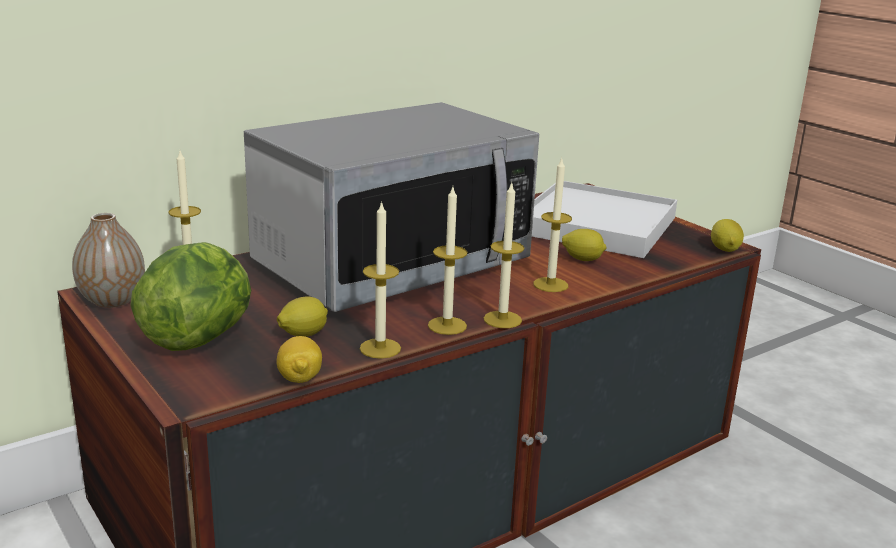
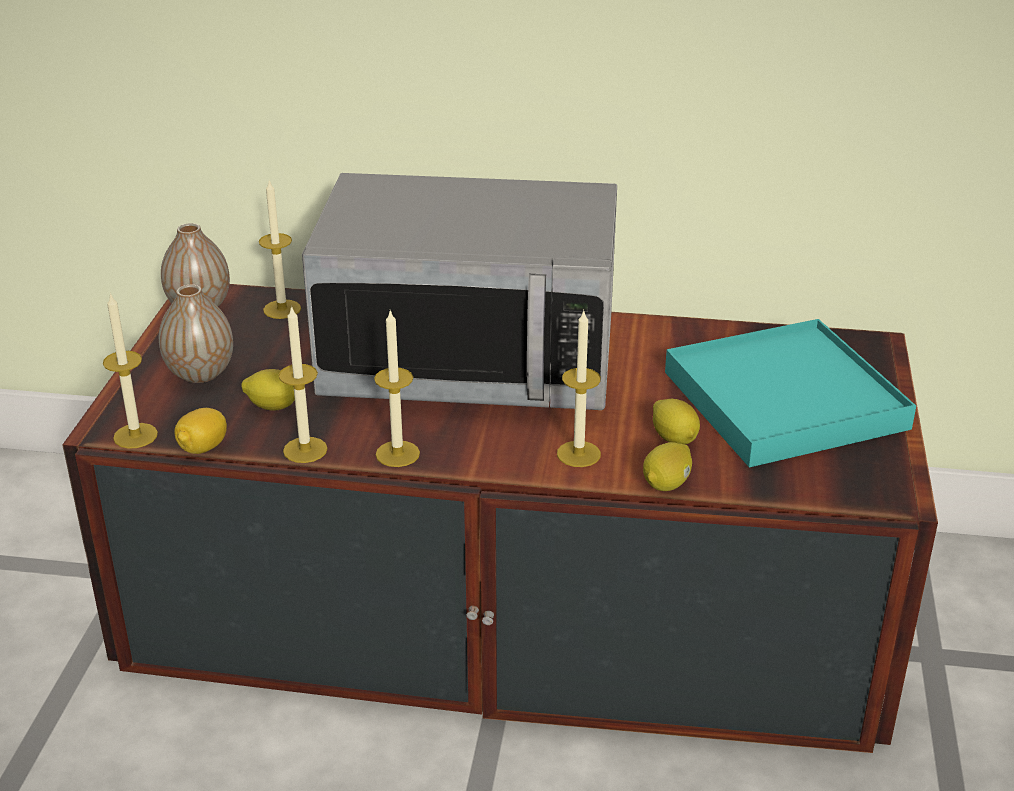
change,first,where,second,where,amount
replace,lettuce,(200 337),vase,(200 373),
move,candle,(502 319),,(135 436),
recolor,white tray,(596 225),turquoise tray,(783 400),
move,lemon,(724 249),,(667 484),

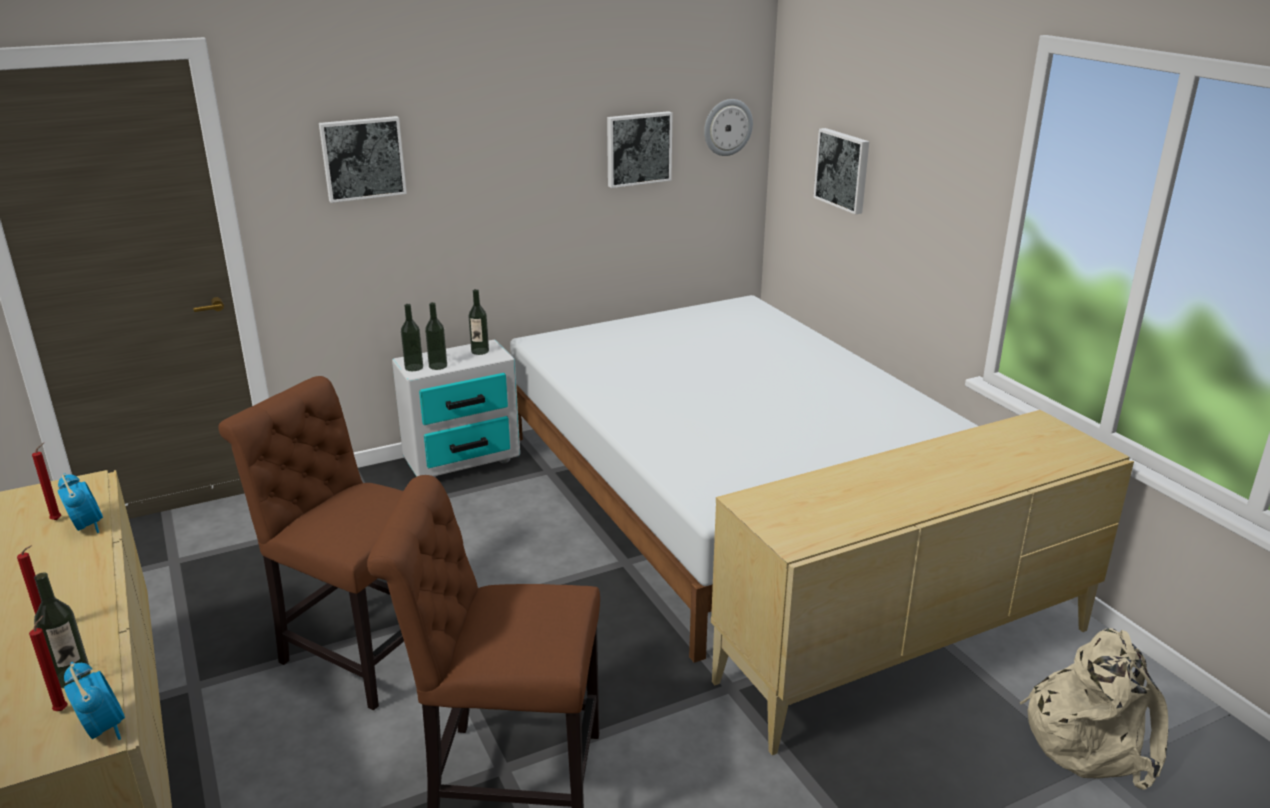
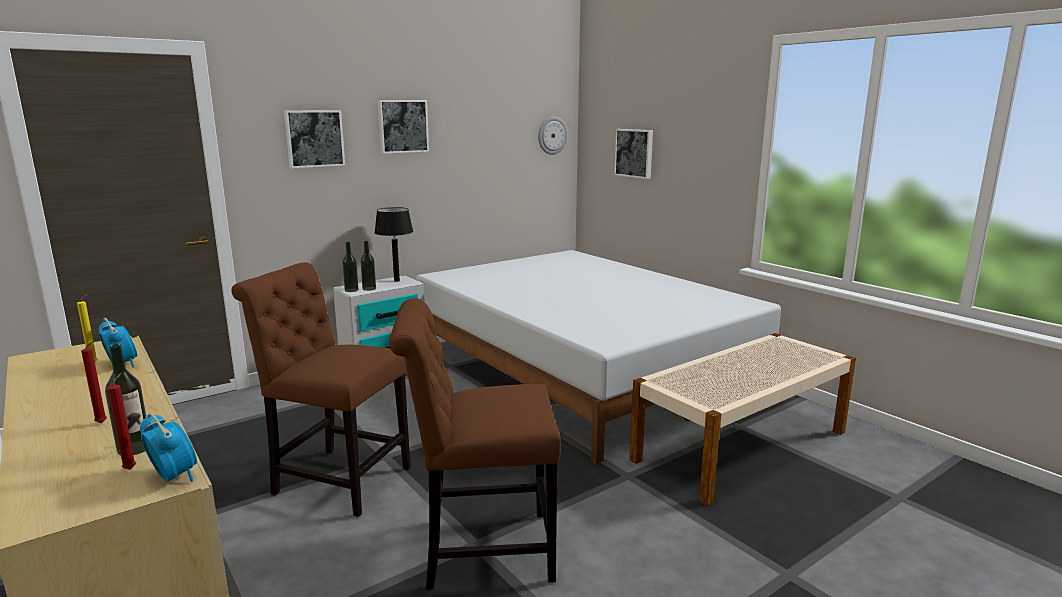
change,first,where,second,where,amount
recolor,red candle,(58 519),yellow candle,(95 363),
replace,bottle,(480 351),black table lamp,(397 280),
move,picture,(638 148),,(402 126),
replace,beige dresser,(905 654),beige bench,(740 445),
delete,beige backpack,(1091 737),,,

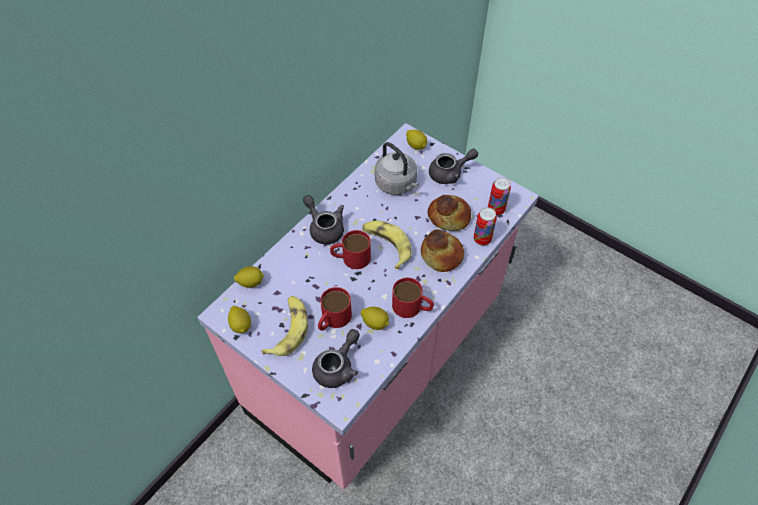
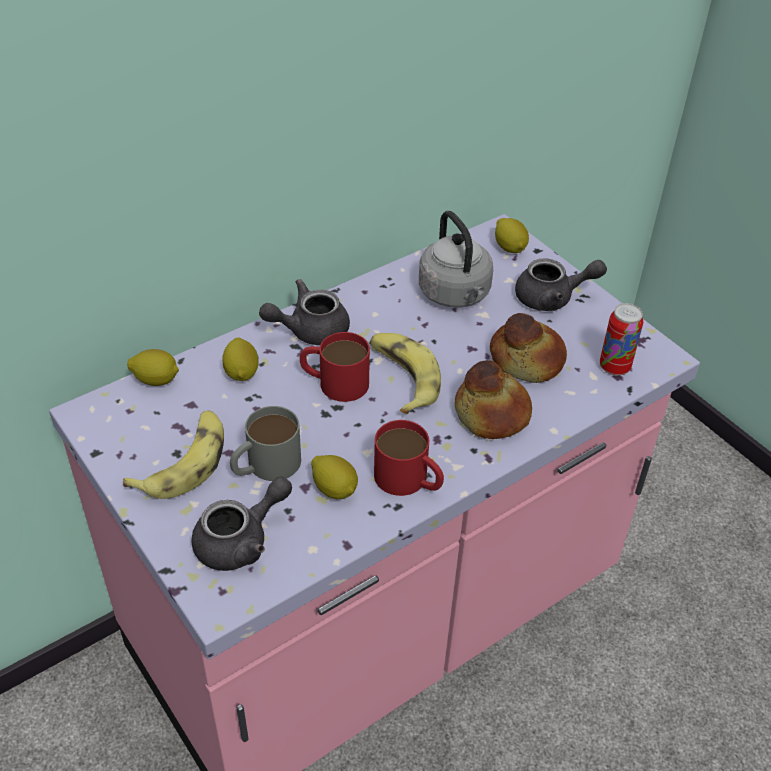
change,first,where,second,where,amount
move,lemon,(241 325),,(242 372),
rotate,grey teapot,(324 228),,(309 330),90 degrees counterclockwise
recolor,red mug,(333 319),grey mug,(265 466),
delete,can,(482 239),,,

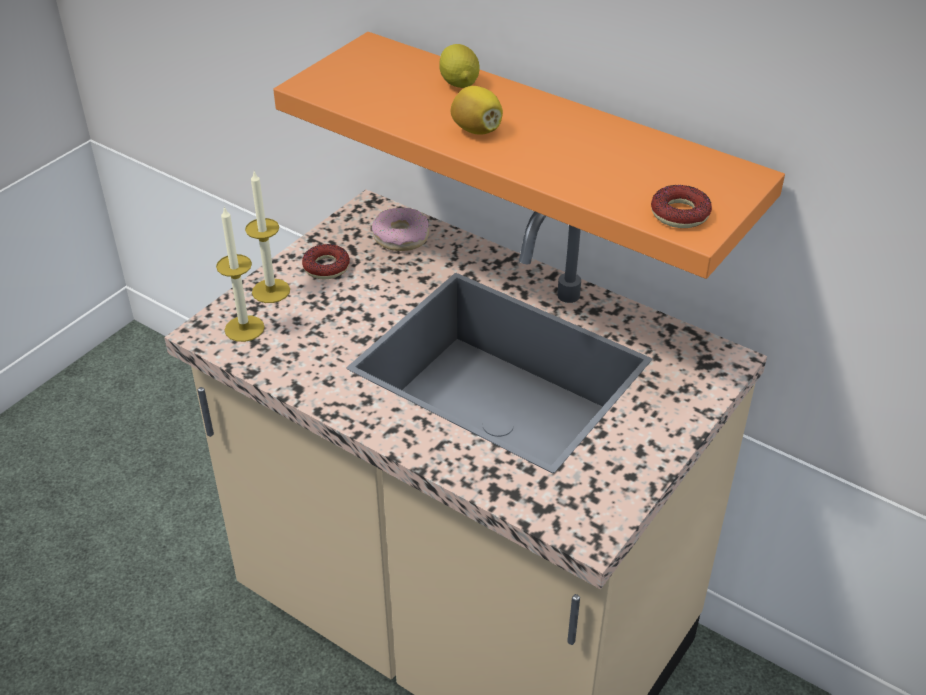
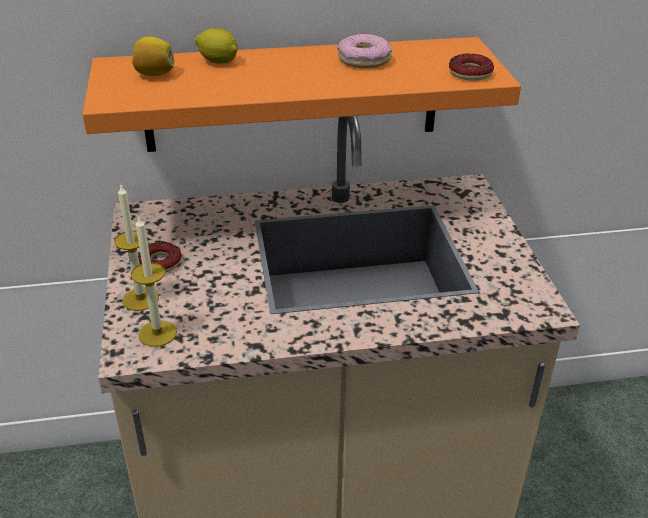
change,first,where,second,where,amount
move,donut,(401 237),,(364 60),
move,lemon,(476 130),,(154 74),

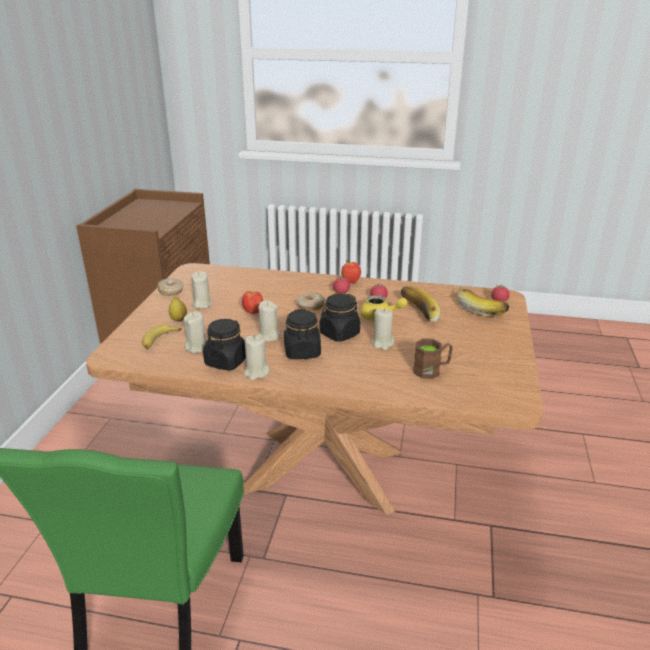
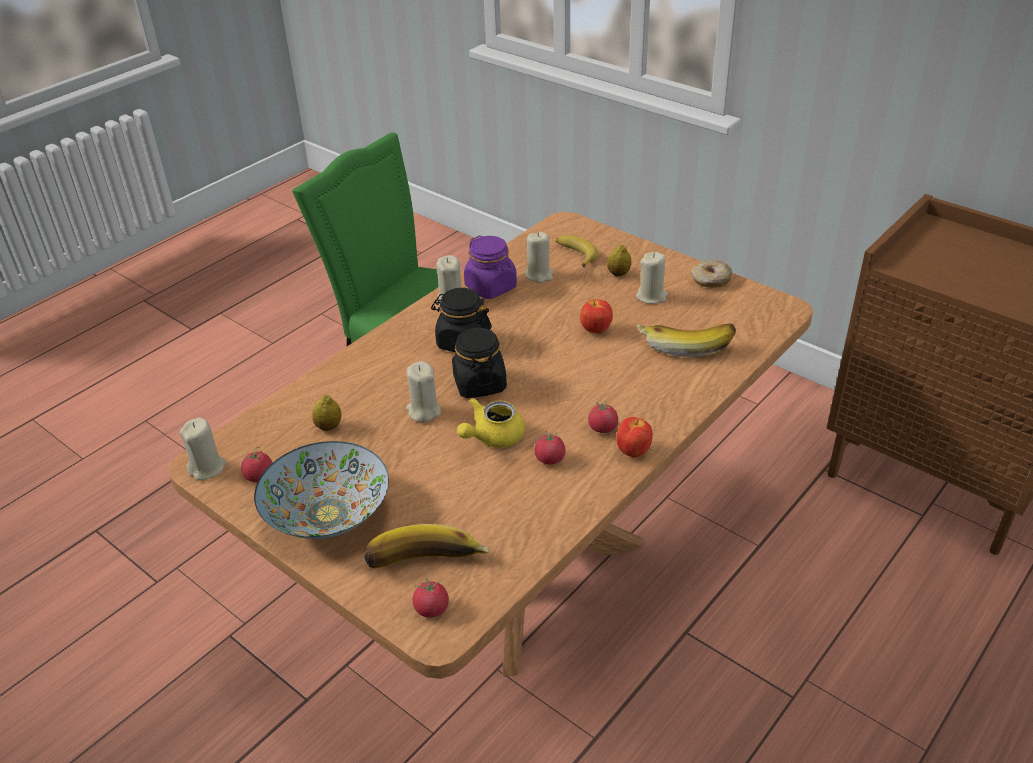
change,first,where,second,where,amount
recolor,black jar,(226 361),purple jar,(491 287),
move,beige candle,(268 336),,(207 468),
delete,donut,(310 306),,,
move,banana,(417 314),,(686 343),
replace,brown mug,(432 370),lemon,(329 427),
insert,,,tomato,(259 476),
insert,,,bowl,(328 515),

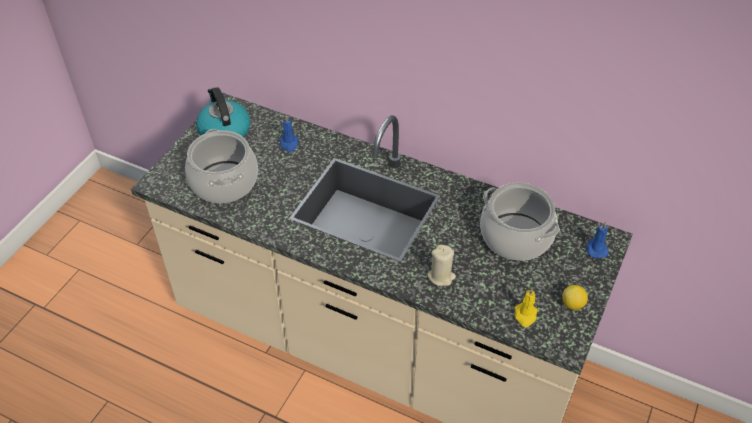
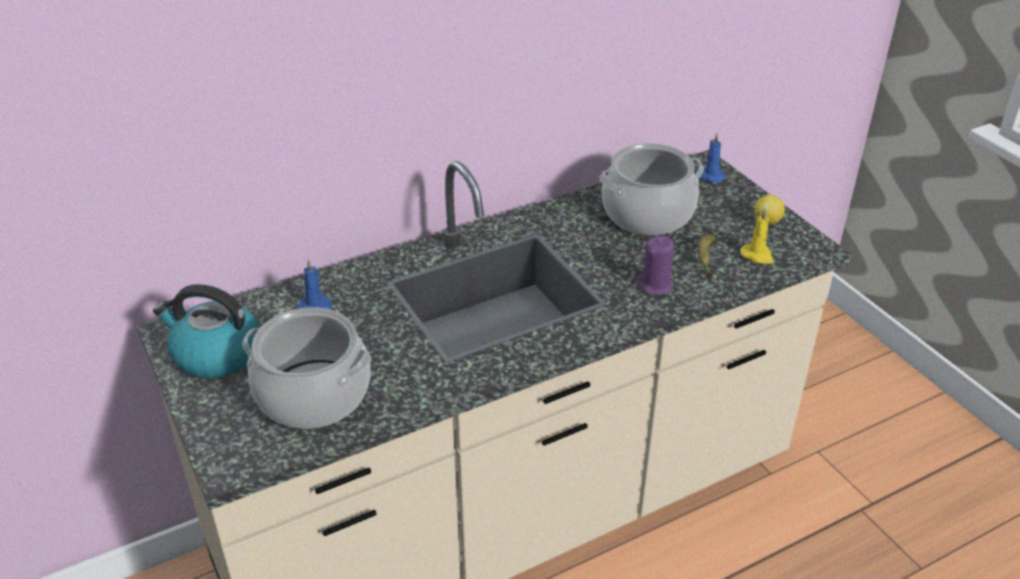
change,first,where,second,where,amount
recolor,beige candle,(441 276),purple candle,(655 285),
insert,,,banana,(706 259),

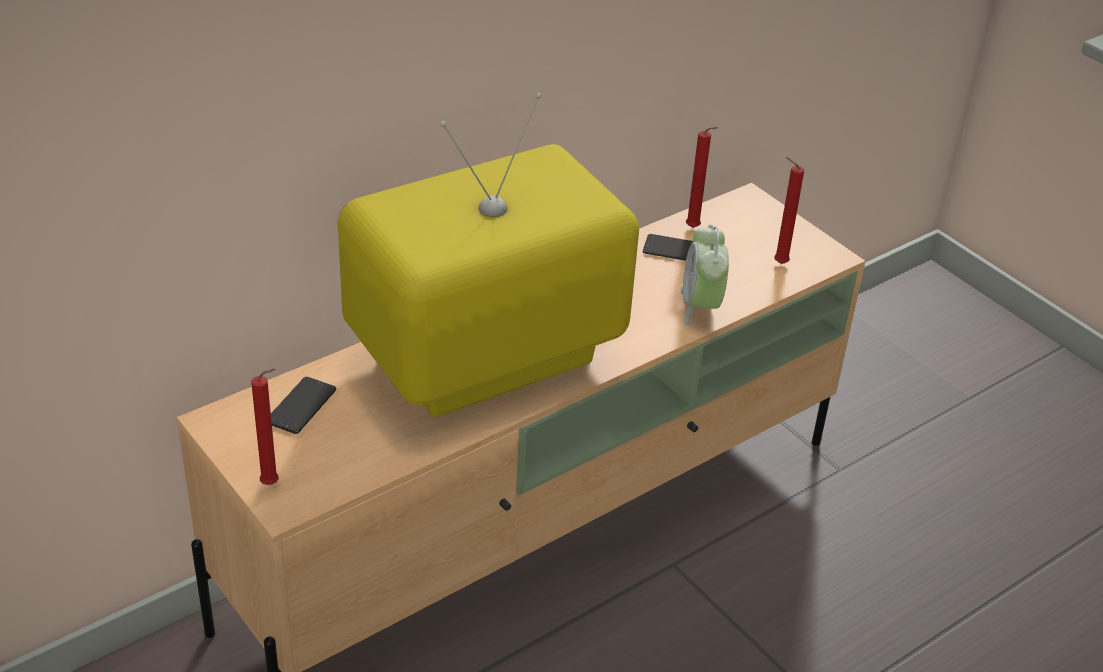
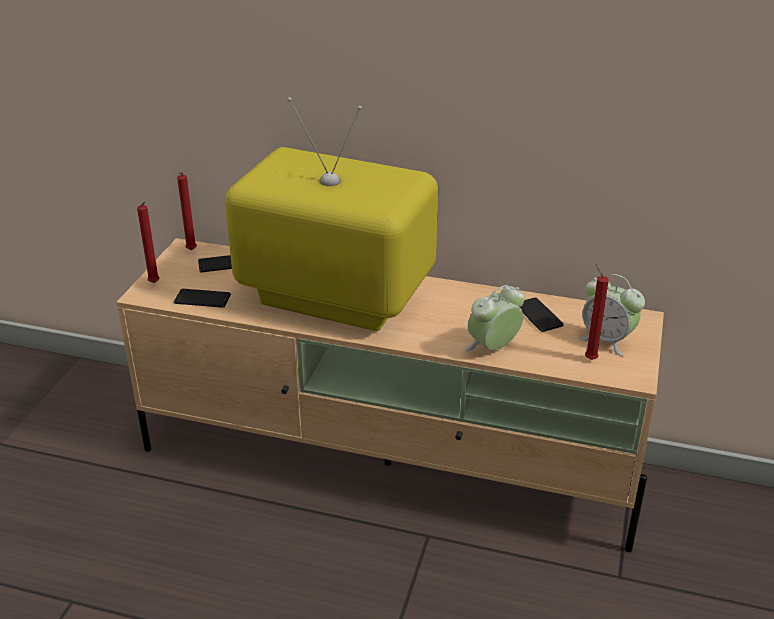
change,first,where,second,where,amount
move,red candle,(694 228),,(191 251),
insert,,,phone,(202 299),
insert,,,alarm clock,(607 340),

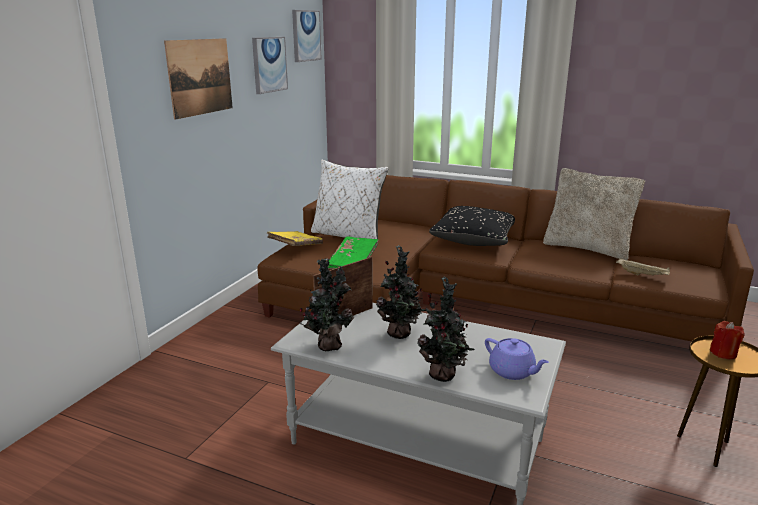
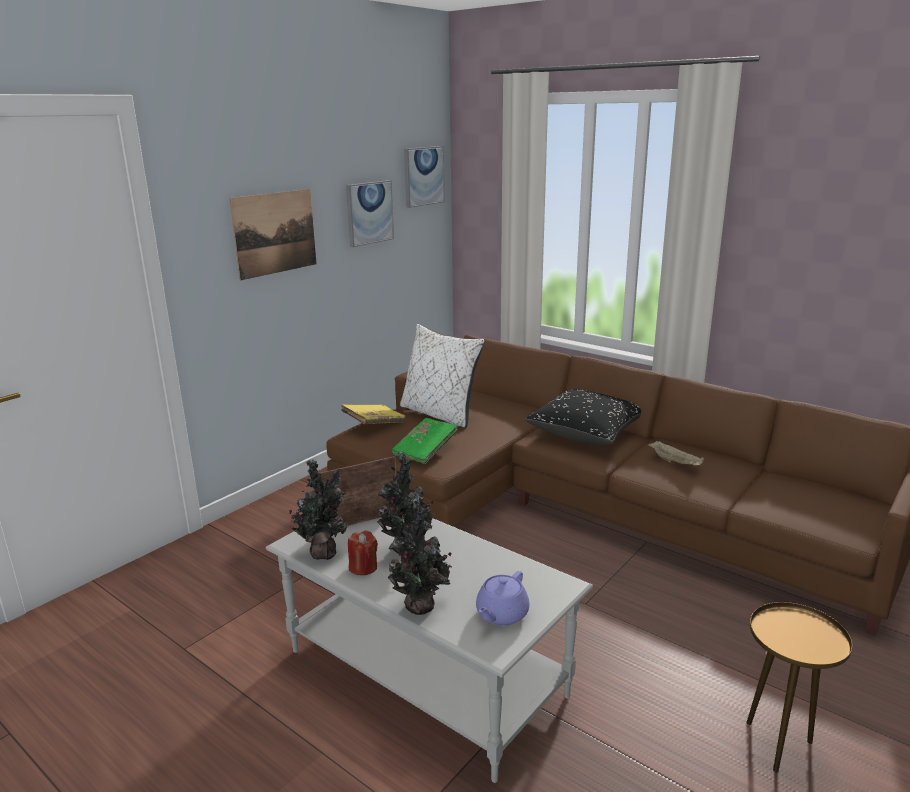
change,first,where,second,where,amount
rotate,purple teapot,(512 372),,(501 614),60 degrees clockwise
delete,beige pillow,(588 247),,,
move,beige tray,(642 275),,(675 462),
move,red candle,(723 353),,(363 567),

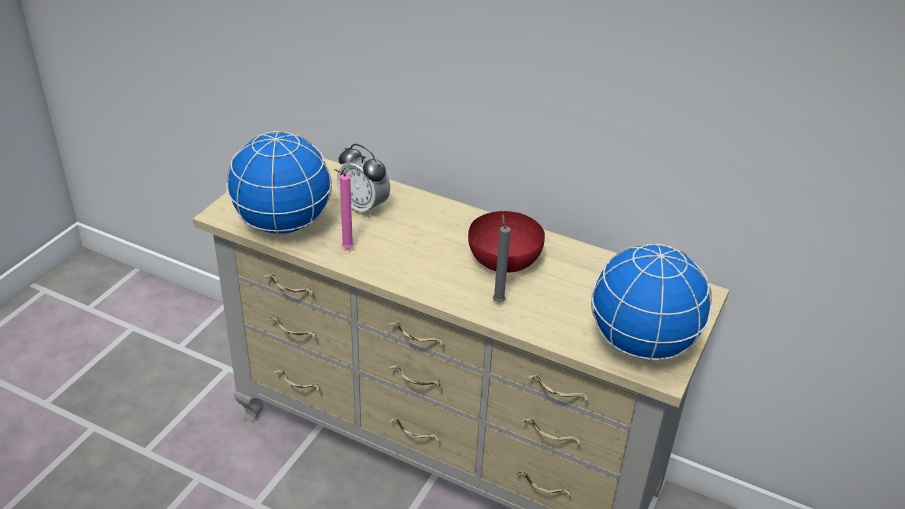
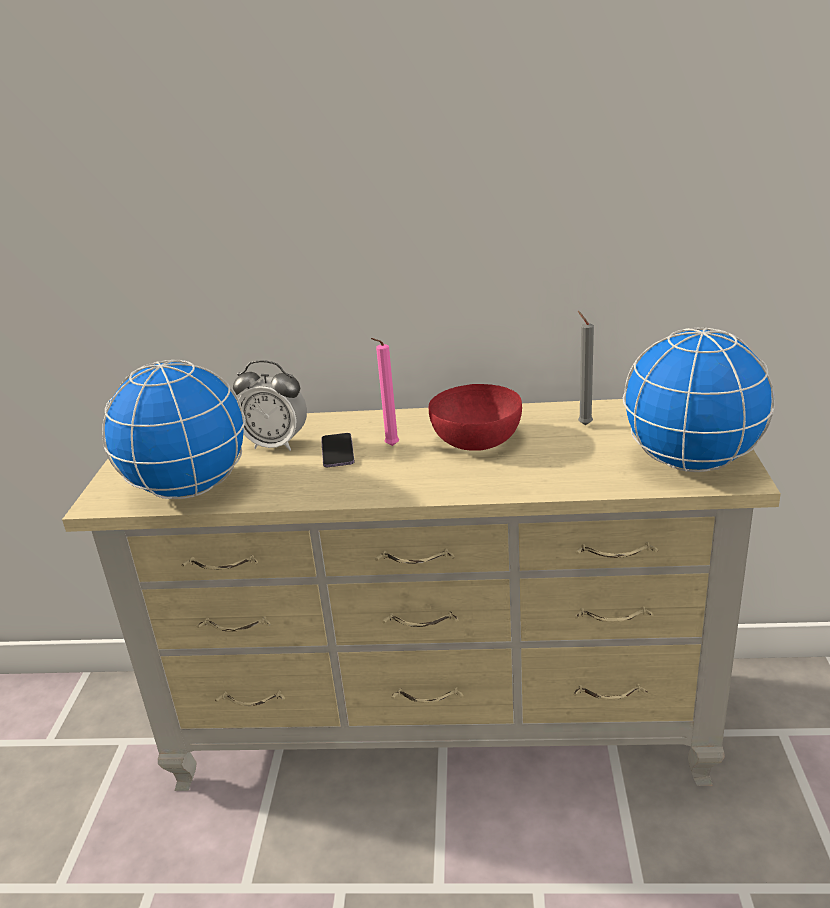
change,first,where,second,where,amount
move,pink candle,(345 249),,(390 446),
move,grey candle,(498 301),,(583 424),
insert,,,phone,(337 452),

